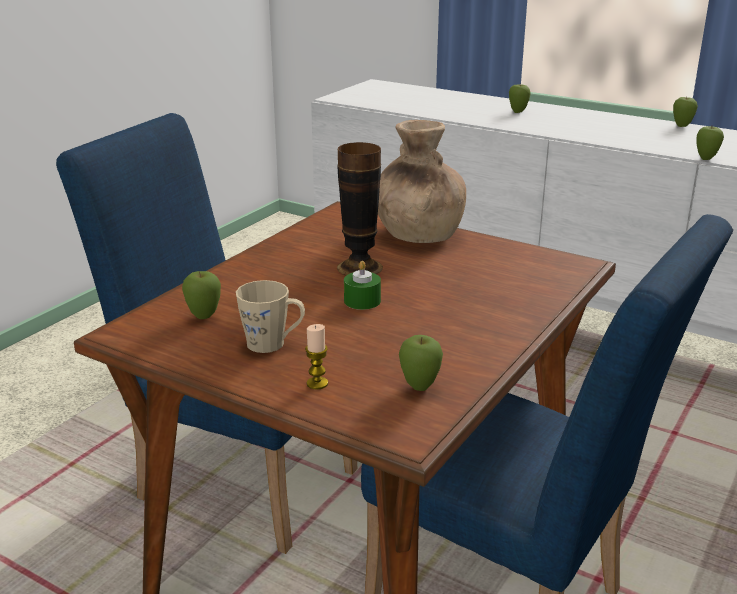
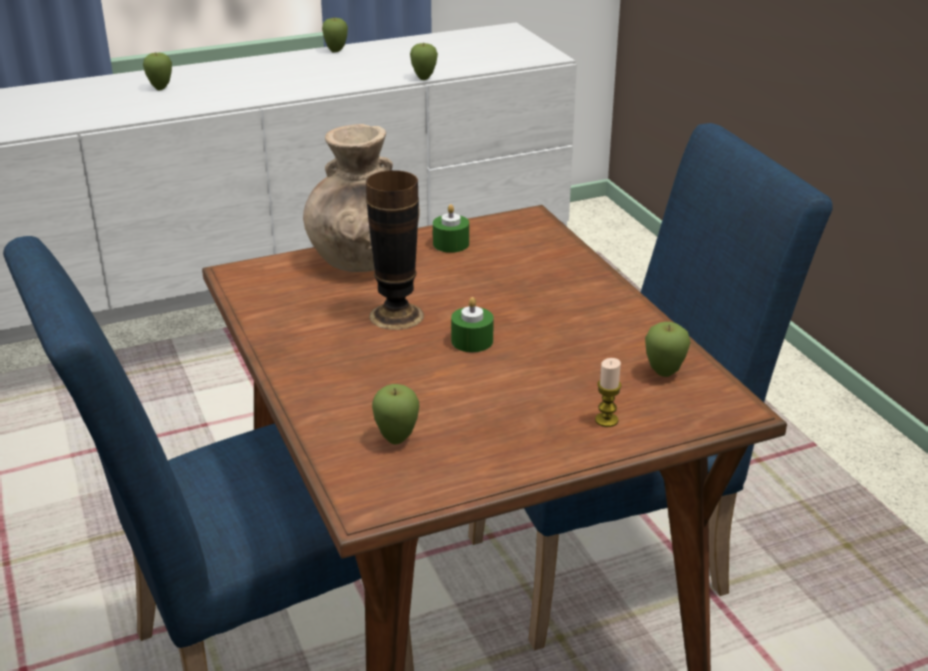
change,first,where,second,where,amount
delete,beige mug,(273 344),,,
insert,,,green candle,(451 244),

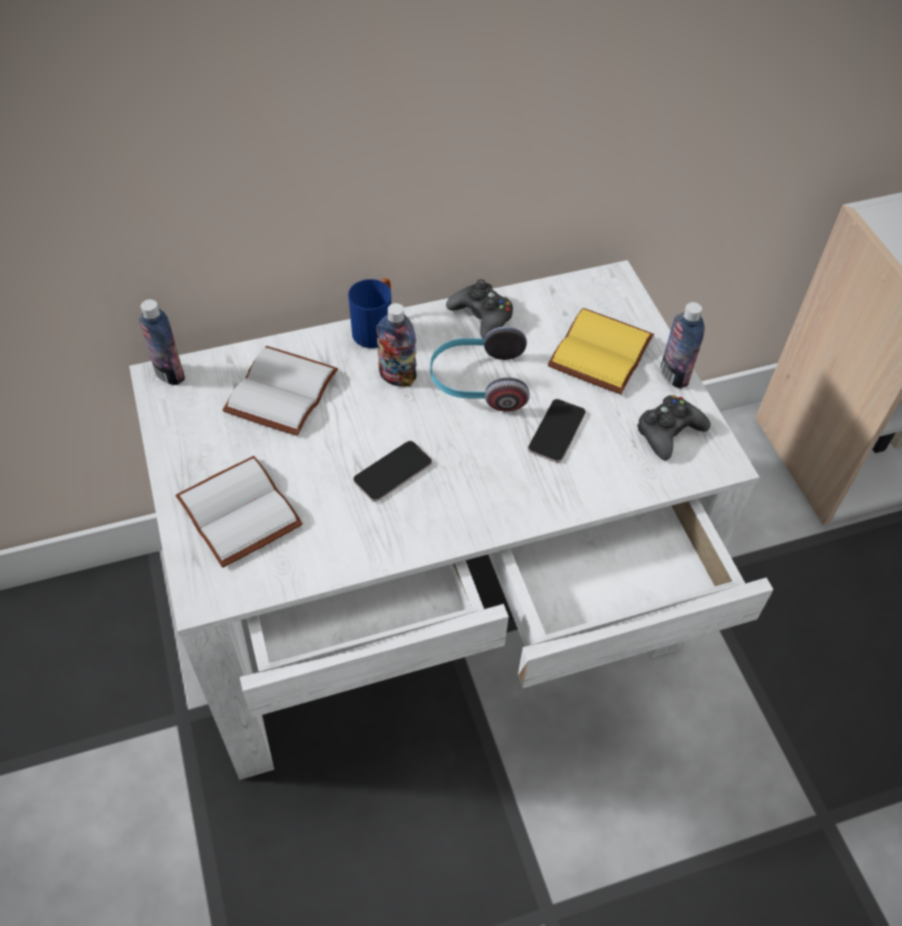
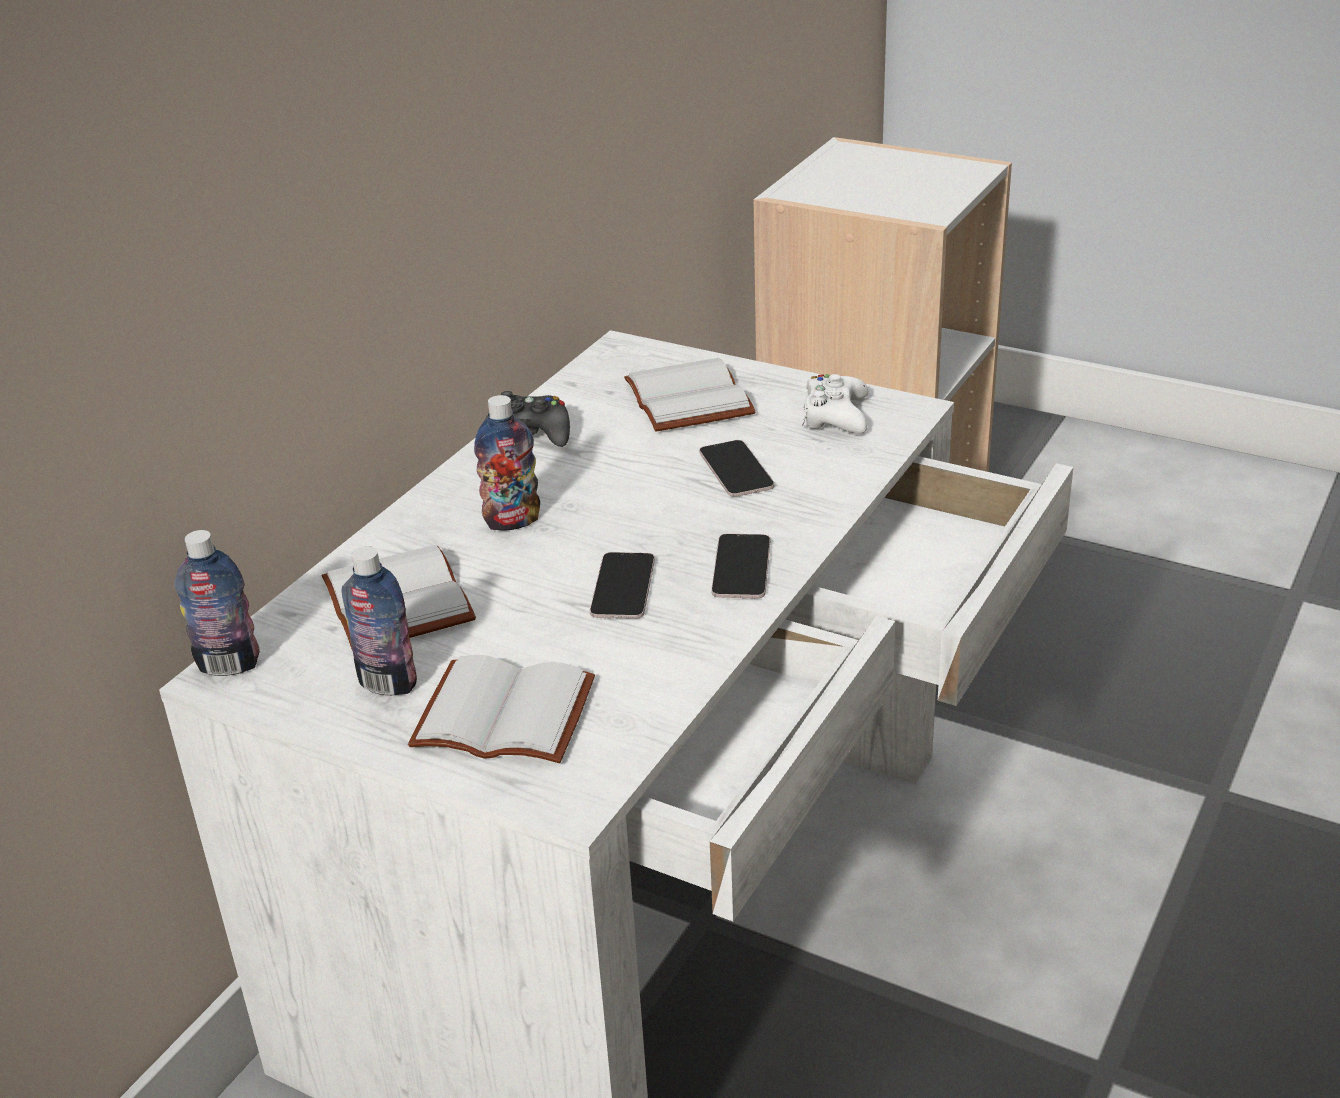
change,first,where,second,where,amount
delete,blue mug,(376 328),,,
delete,headphones,(478 382),,,
recolor,yellow book,(602 354),white book,(692 399),
recolor,black game controller,(668 432),white game controller,(835 416),
move,bottle,(674 375),,(387 684),
insert,,,phone,(741 567),

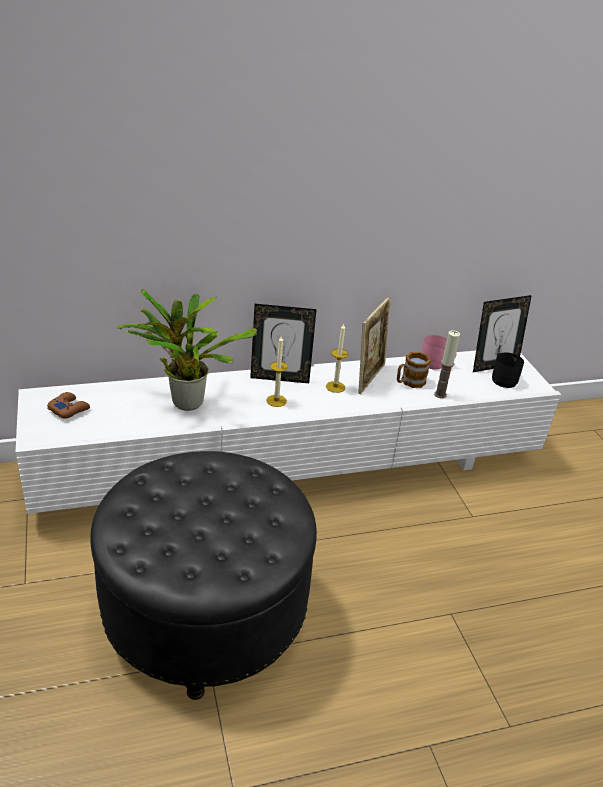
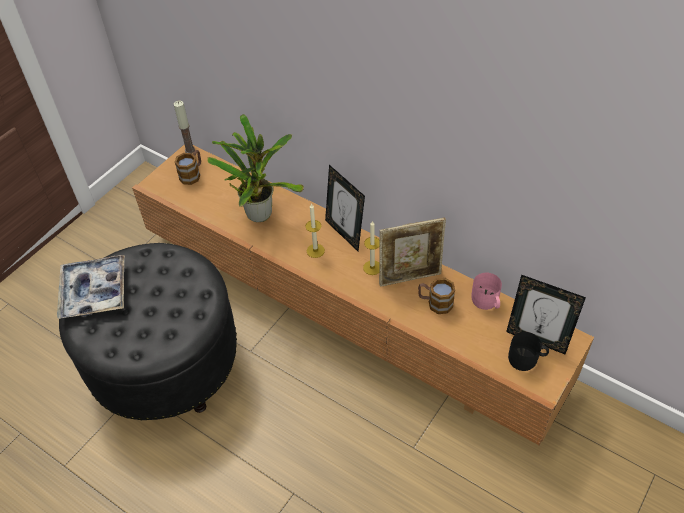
change,first,where,second,where,amount
recolor,white tv stand,(294 464),brown tv stand,(345 307),
replace,brown game controller,(69 409),mug,(192 174),
move,candle,(440 394),,(189 150),
insert,,,tray,(94 291),

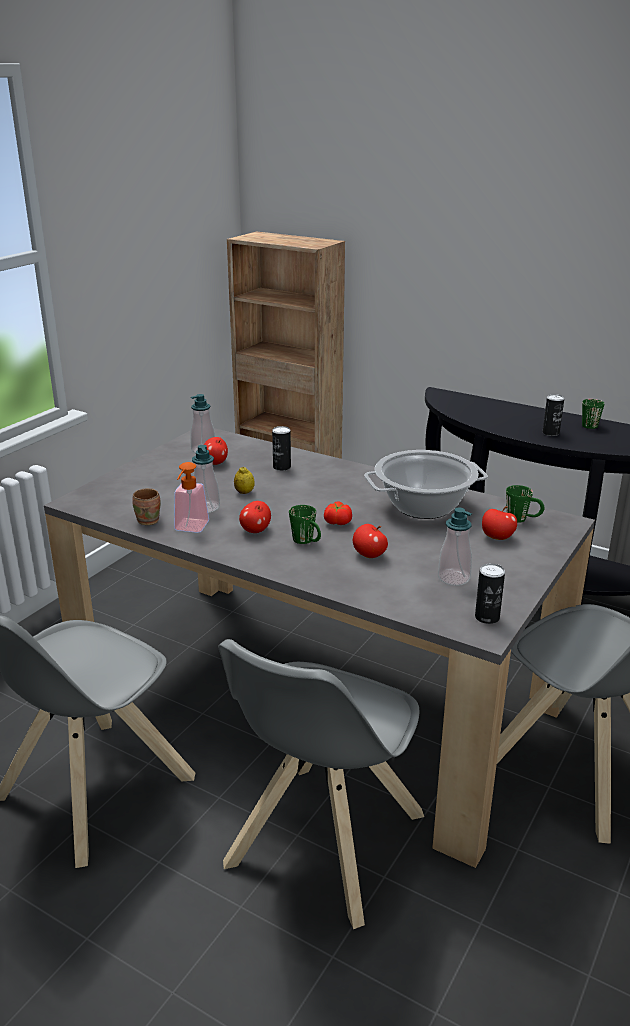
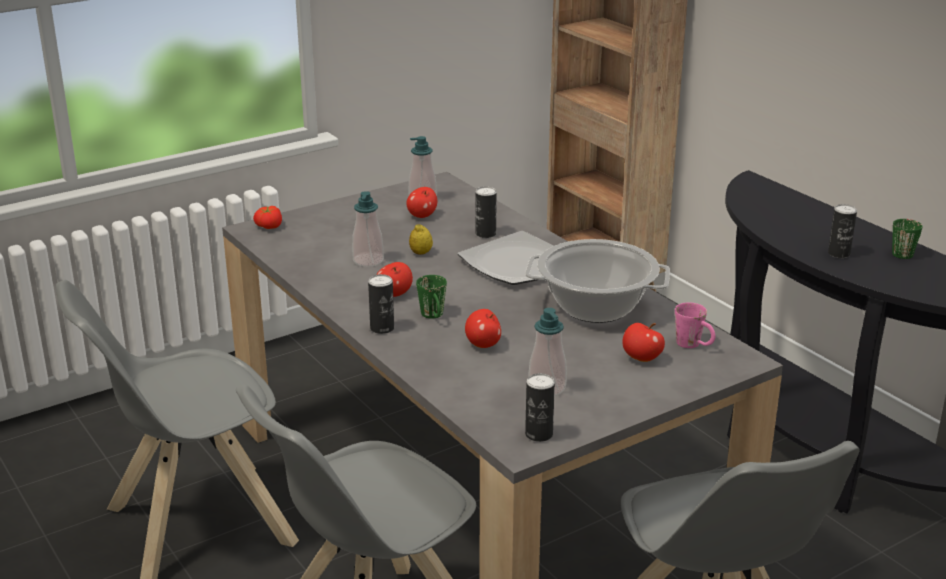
change,first,where,second,where,amount
delete,brown mug,(150 520),,,
delete,soap dispenser,(189 529),,,
move,tomato,(337 522),,(268 226),
recolor,green mug,(522 519),pink mug,(694 345),
insert,,,can,(382 328),
insert,,,plate,(519 263),

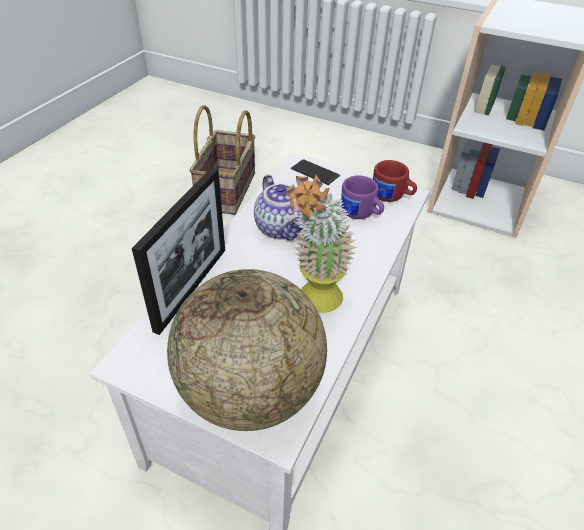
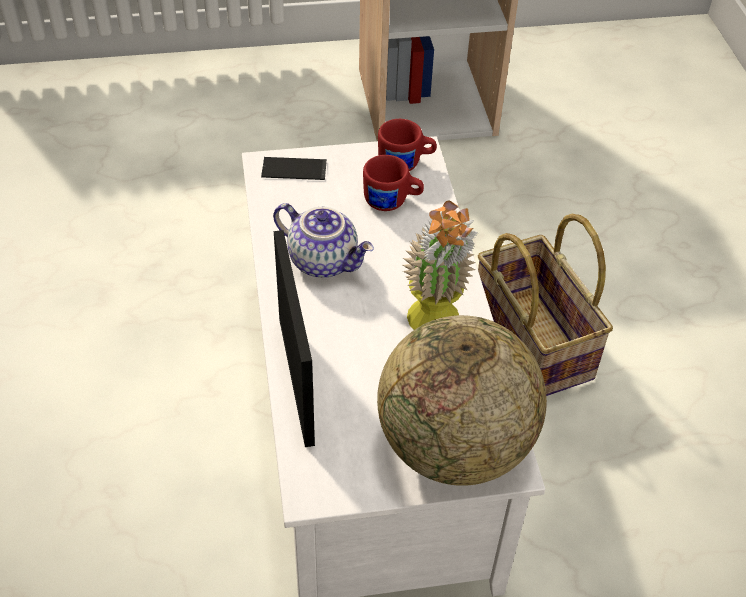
change,first,where,second,where,amount
move,basket,(227 191),,(534 342),
recolor,purple mug,(361 214),red mug,(392 202),

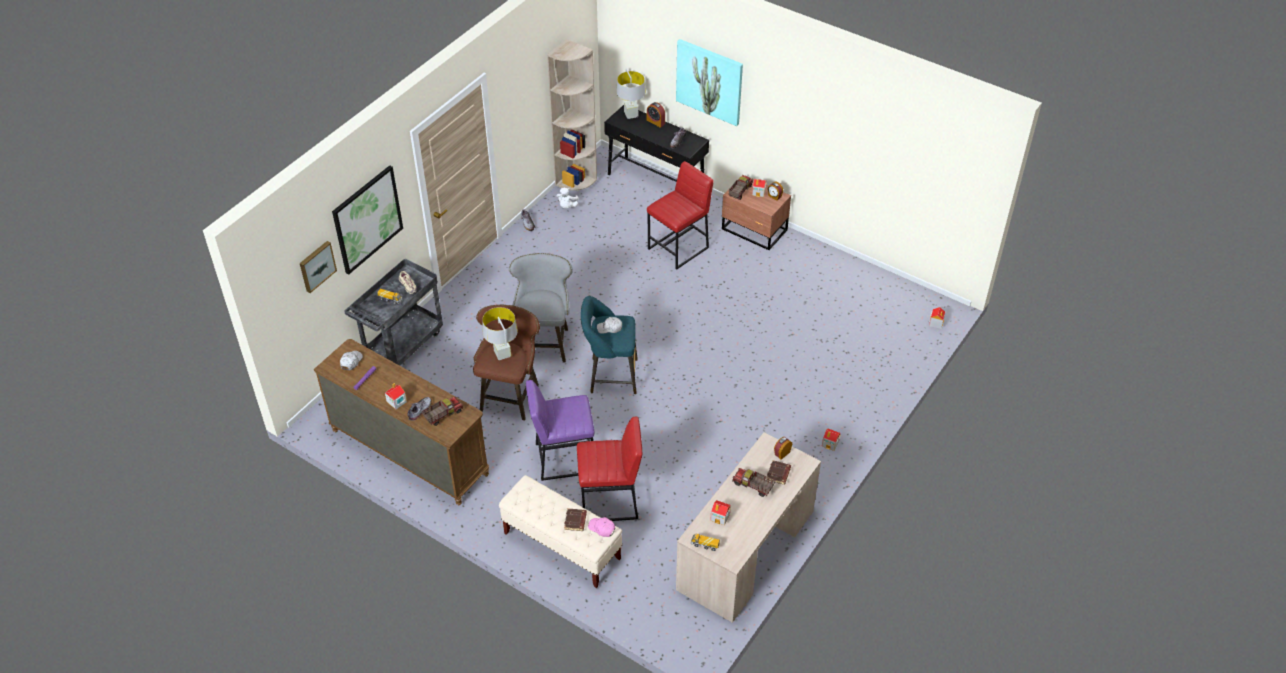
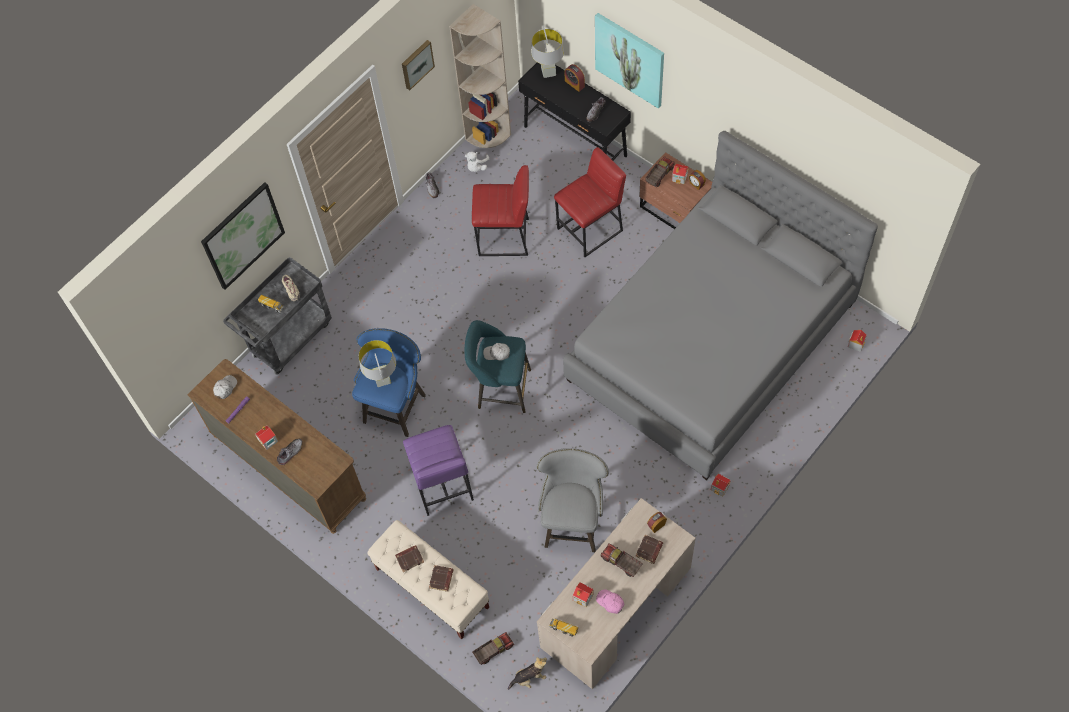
change,first,where,second,where,amount
move,picture,(316 266),,(416 64),
move,toy truck,(443 415),,(493 650),
recolor,brown stool,(510 395),blue stool,(396 406),
move,grey stool,(544 342),,(573 522),
rotate,purple chair,(563 458),,(442 485),105 degrees counterclockwise
move,red chair,(610 501),,(505 237),
move,pink cap,(602 528),,(610 602),
insert,,,brown book,(409 558),
insert,,,plush toy,(529 678),
insert,,,grey bed,(711 342),

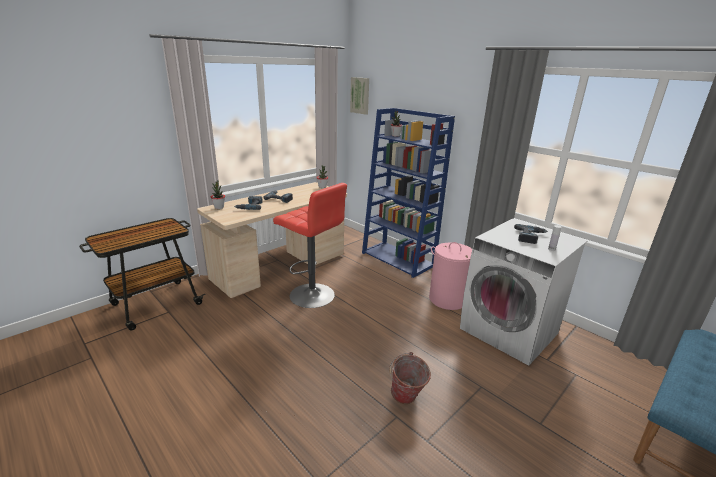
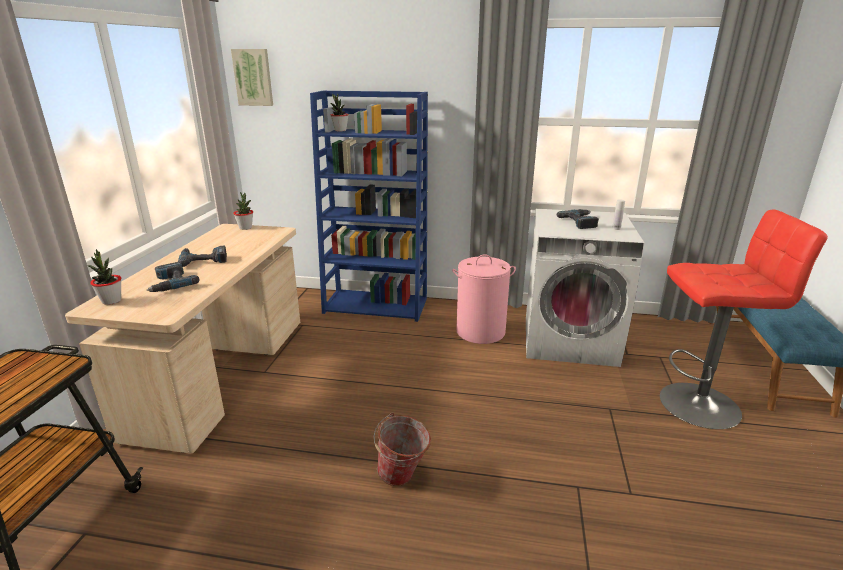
change,first,where,second,where,amount
move,red stool,(312 296),,(700 405),
move,bucket,(406 399),,(402 478),

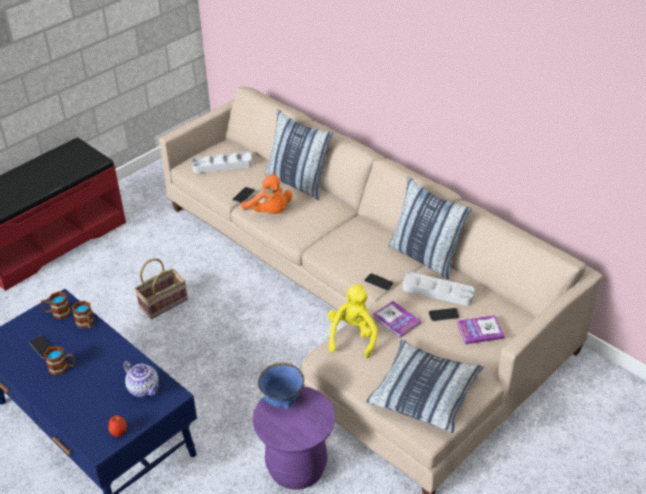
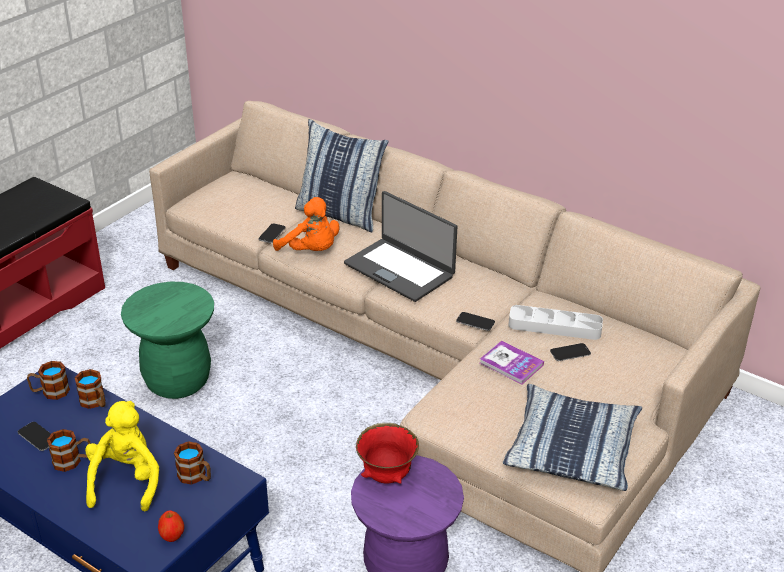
change,first,where,second,where,amount
replace,teapot,(144 389),mug,(196 477),
replace,basket,(164 302),green stool,(177 381),
delete,grey tray,(222 165),,,
recolor,blue bowl,(282 401),red bowl,(387 476),
move,yellow plush toy,(352 336),,(126 481),
delete,pillow,(425 257),,,
delete,book,(480 330),,,
insert,,,laptop,(400 269),

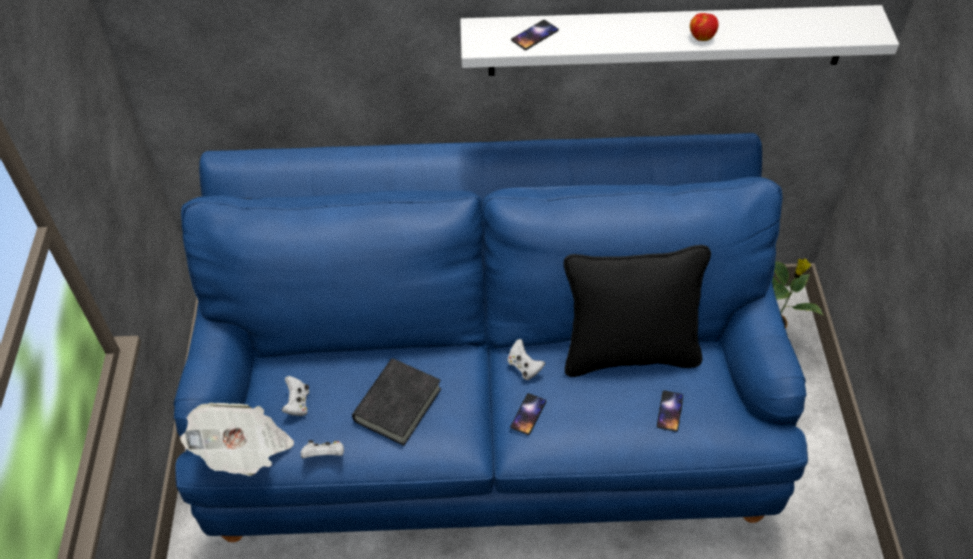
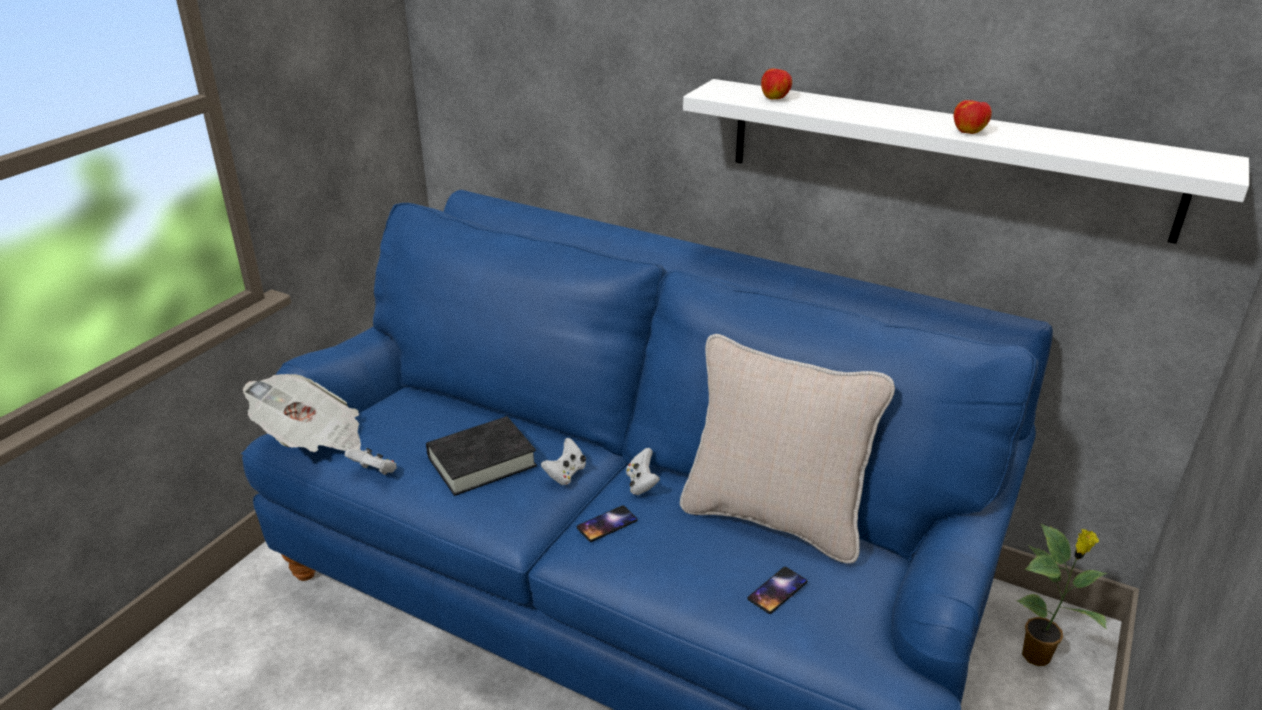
change,first,where,second,where,amount
move,white game controller,(297 403),,(565 474),
replace,phone,(535 35),apple,(775 98),
recolor,black pillow,(628 352),beige pillow,(773 518),

